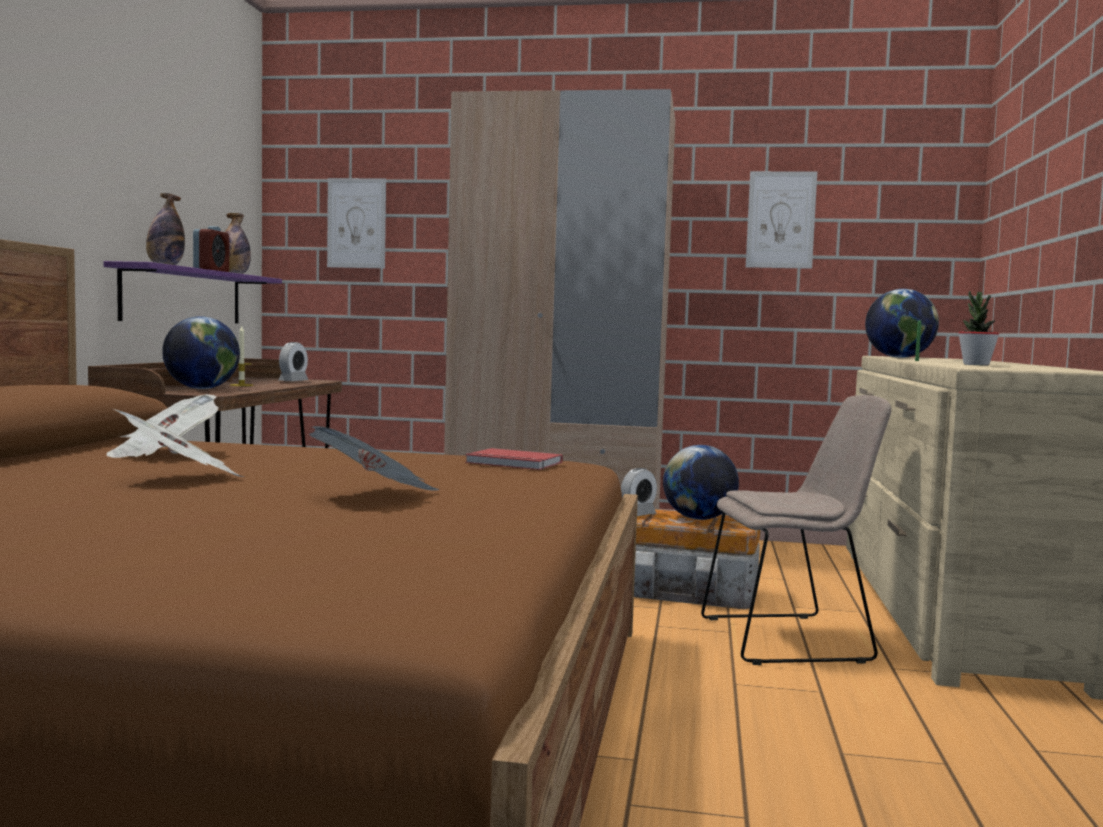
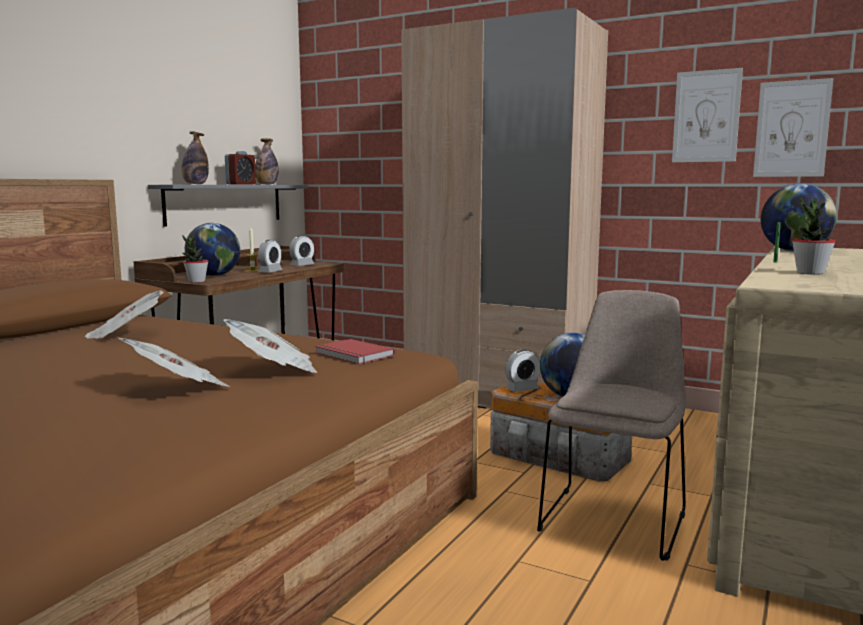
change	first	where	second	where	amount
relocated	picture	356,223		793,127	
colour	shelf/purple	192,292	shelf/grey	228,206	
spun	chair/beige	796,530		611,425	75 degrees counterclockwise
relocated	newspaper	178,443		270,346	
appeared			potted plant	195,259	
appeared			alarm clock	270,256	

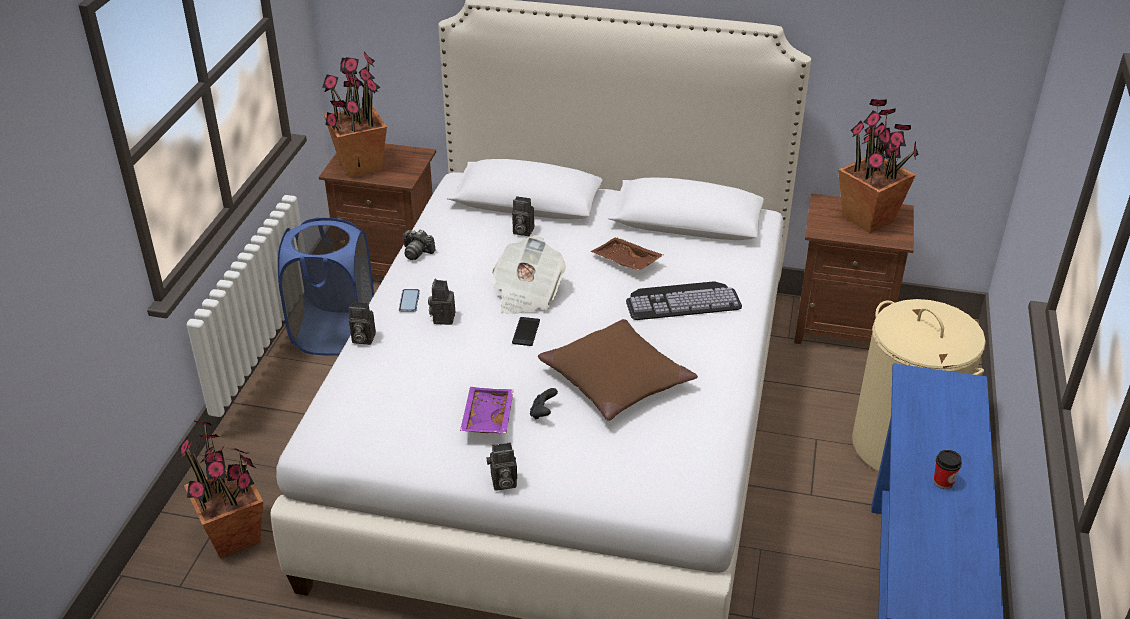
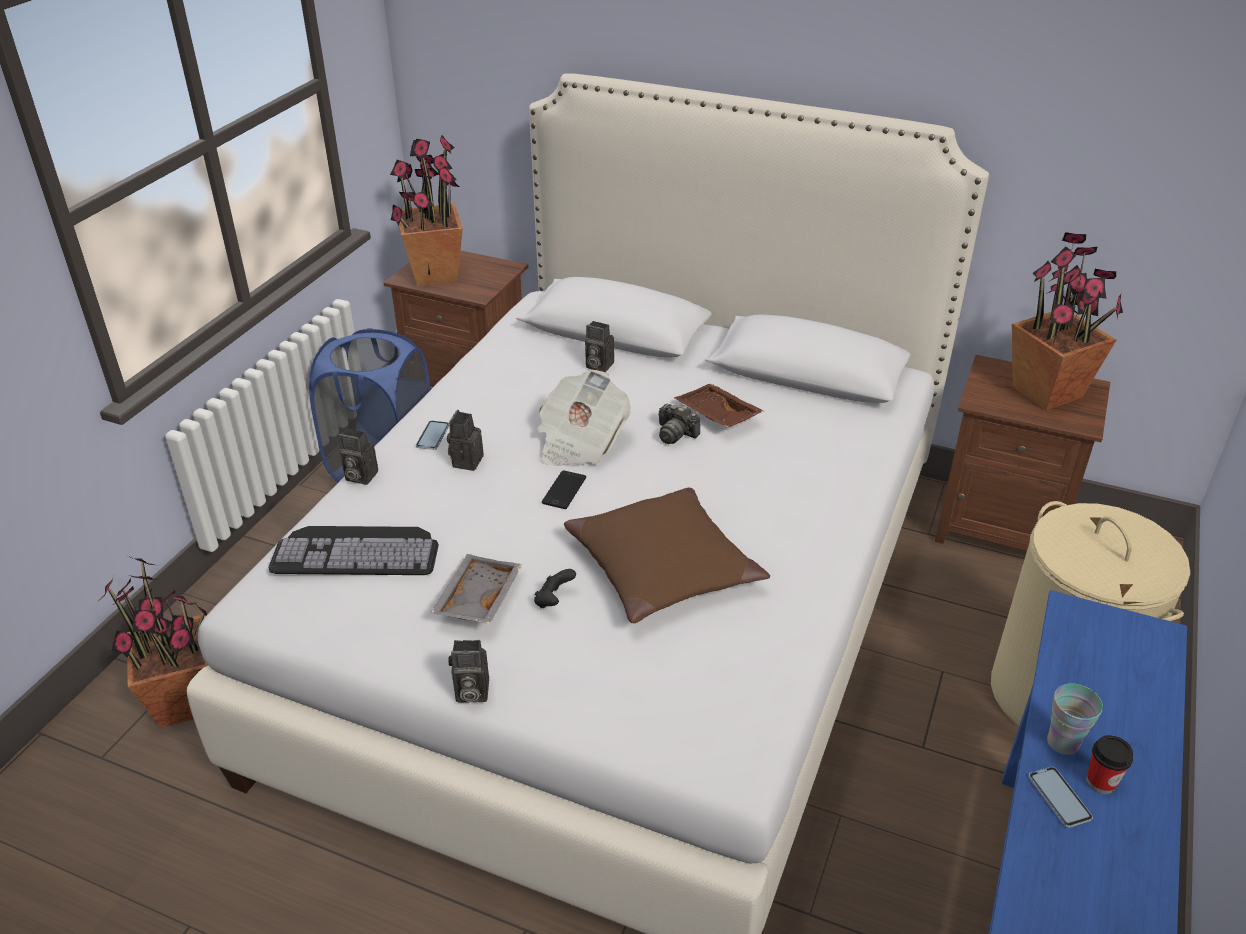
change	first	where	second	where	amount
relocated	photo camera	419,245		679,424	
relocated	keyboard	684,300		353,550	
colour	tray/purple	487,410	tray/grey	476,589	
appeared			cup	1075,719	
appeared			phone	1061,797	

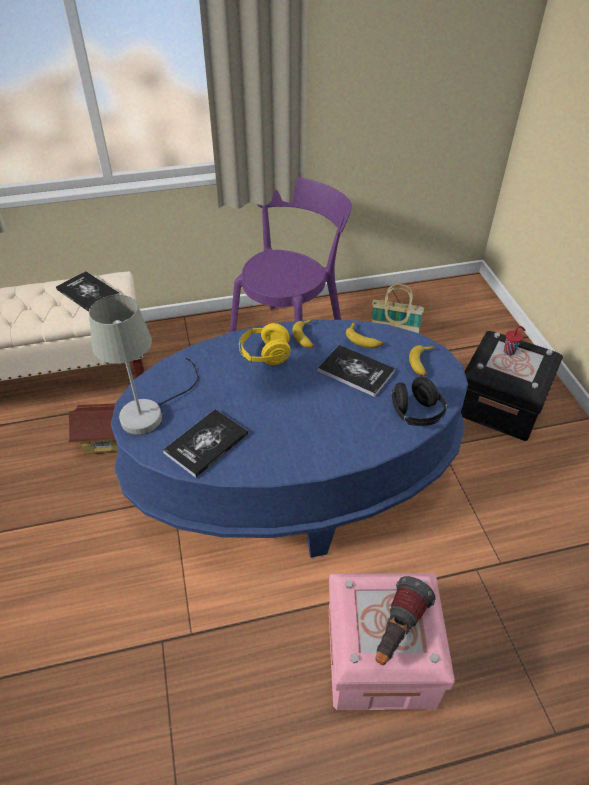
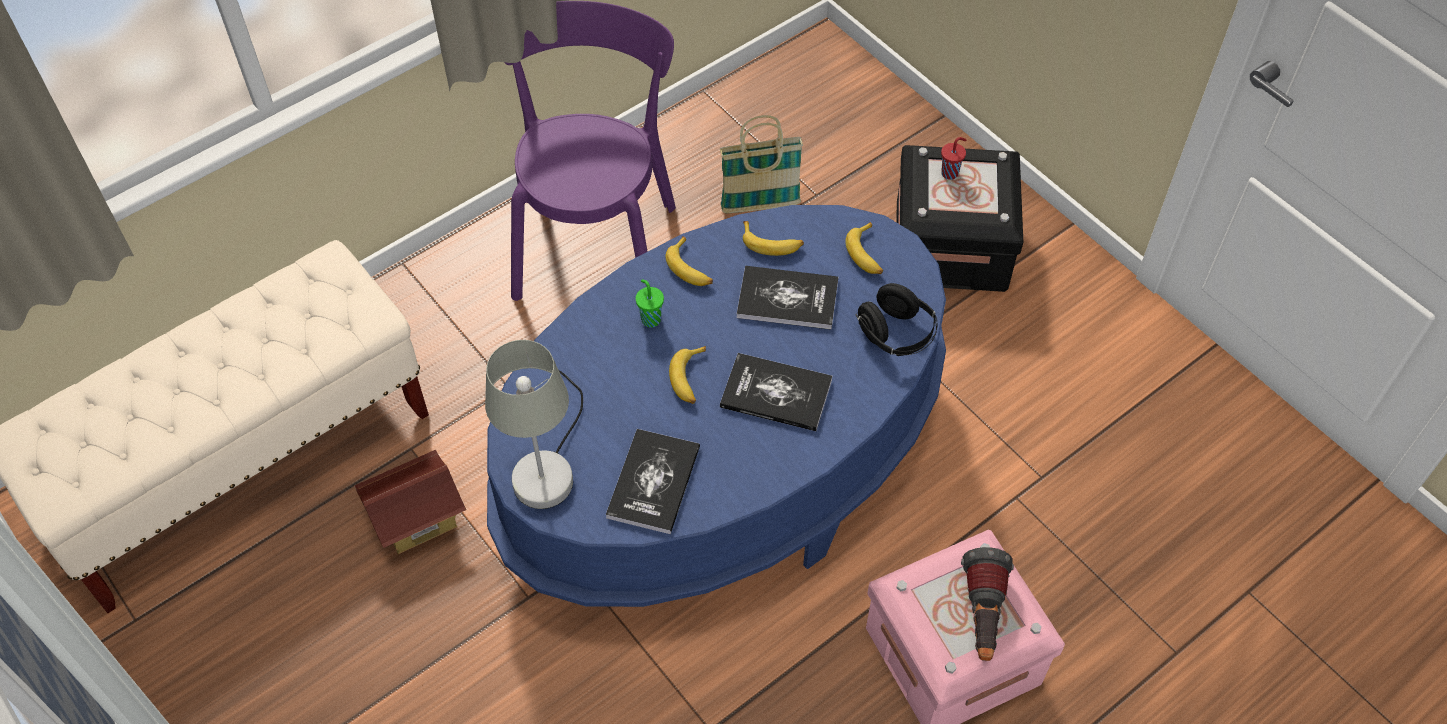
change	first	where	second	where	amount
relocated	book	87,291		776,392	
exchanged	headphones/yellow	265,344	cup/green	650,303	
appeared			banana	687,375	

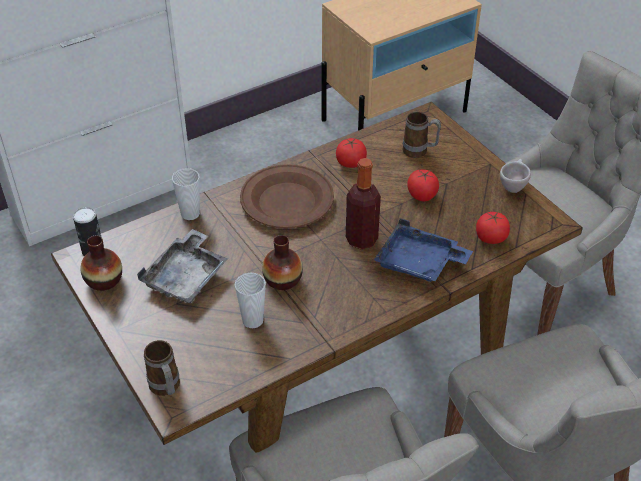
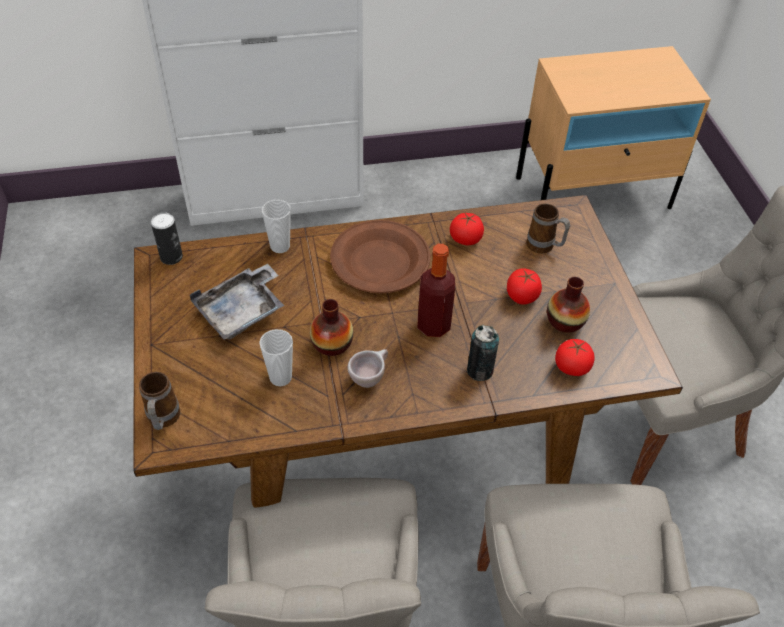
change	first	where	second	where	amount
relocated	cup/beige	515,176		367,368	
exchanged	tray/blue	423,250	can	483,353	
relocated	vase	101,263		568,305	

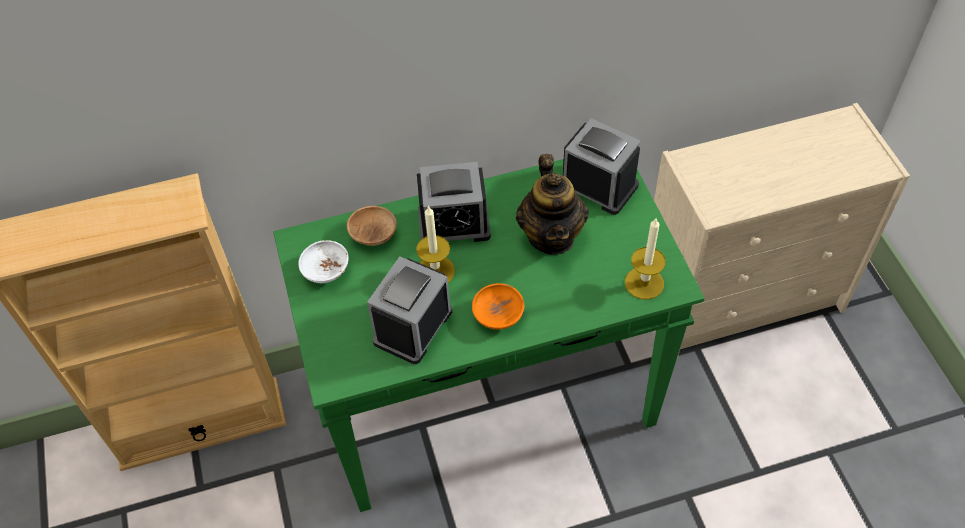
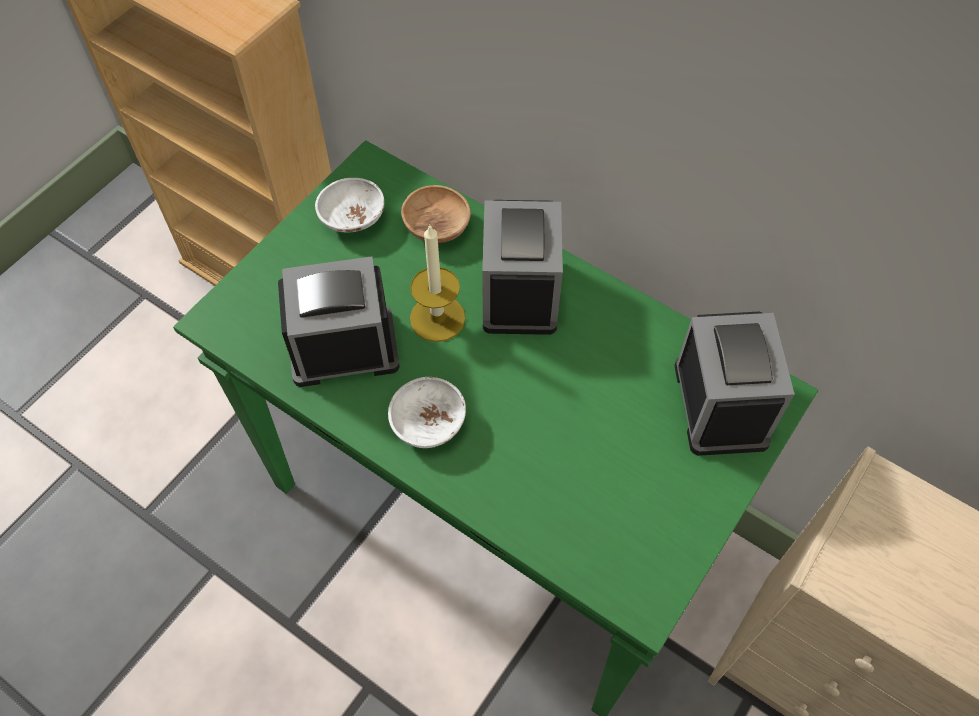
change	first	where	second	where	amount
missing	teapot	552,204			
spun	alarm clock	454,202		522,267	45 degrees clockwise
missing	candle	645,259			
colour	bowl/orange	498,306	bowl/white	427,412	

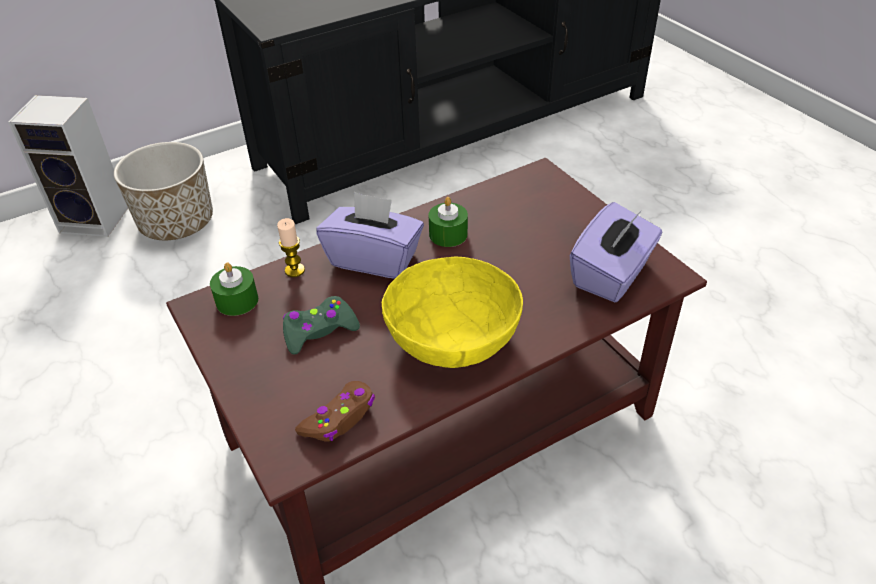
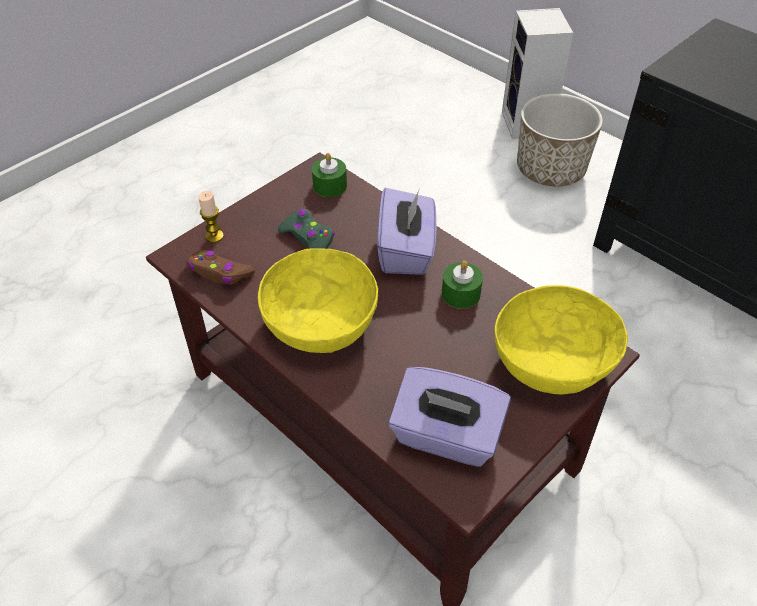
change	first	where	second	where	amount
relocated	candle	291,247		211,217	
appeared			bowl/yellow	561,339	

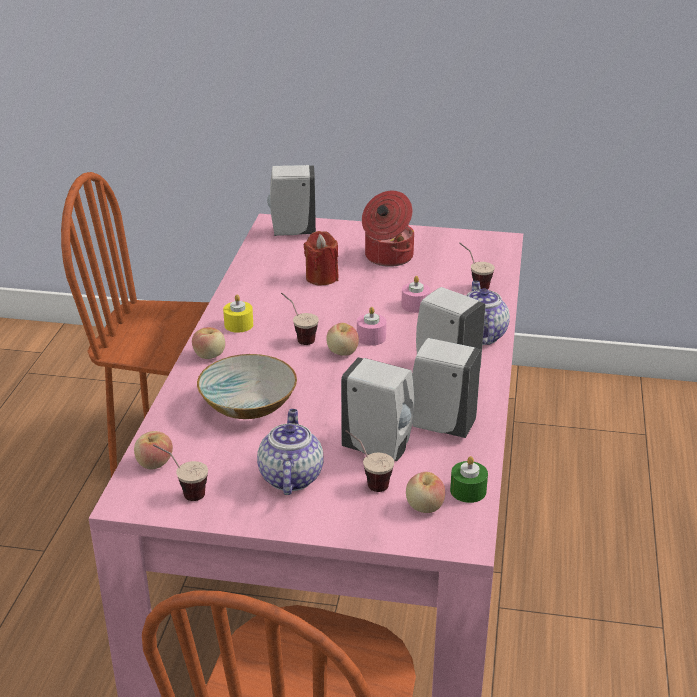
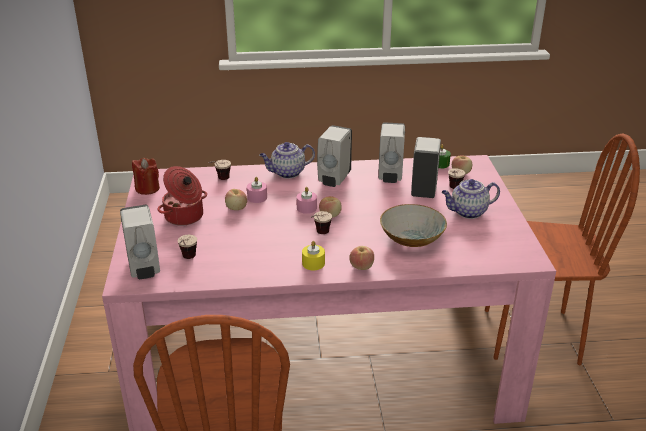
change	first	where	second	where	amount
relocated	candle/red	321,258		146,176	
relocated	apple	153,450		236,199	
relocated	cup	180,473		187,247	

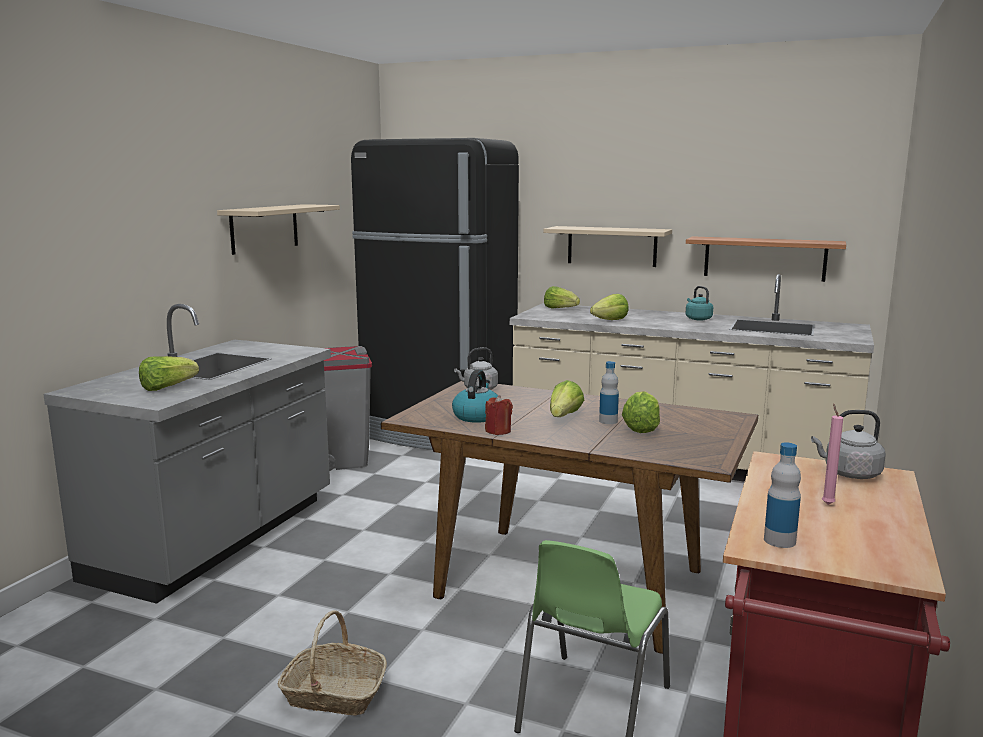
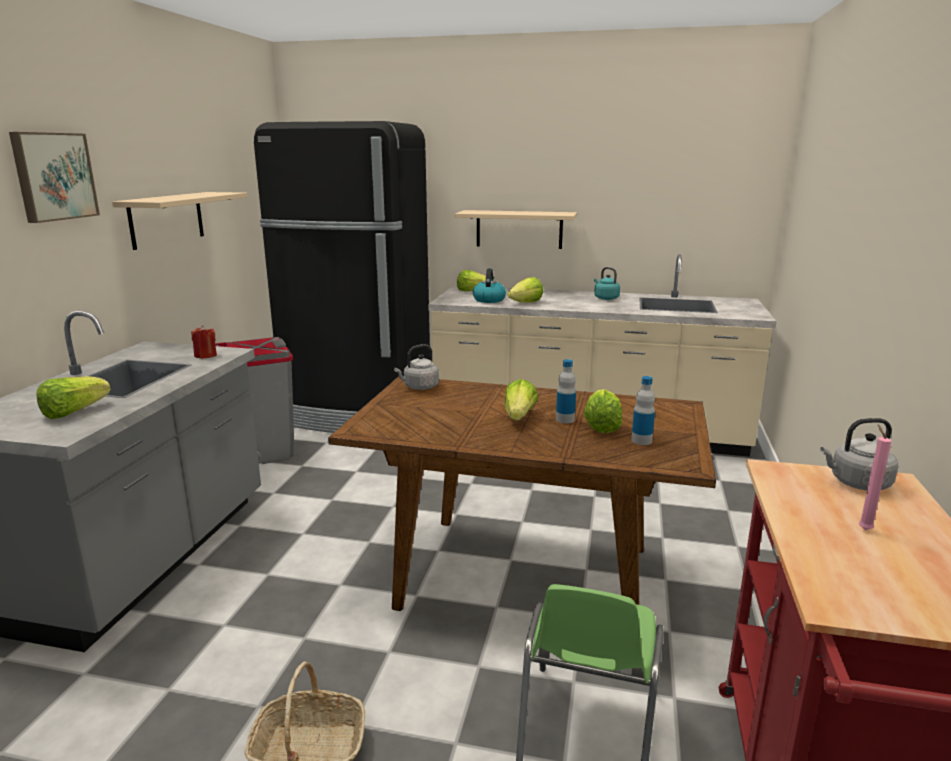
change	first	where	second	where	amount
missing	shelf	766,259			
relocated	kettle	475,396		489,285	
relocated	candle/red	499,415		204,342	
relocated	bottle	782,495		643,410	
appeared			picture	54,177	

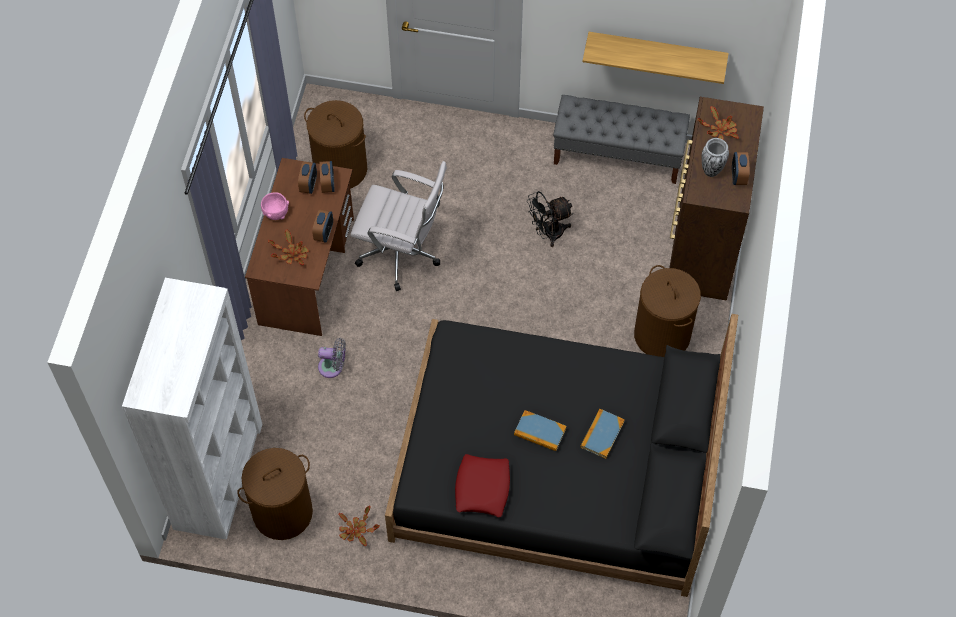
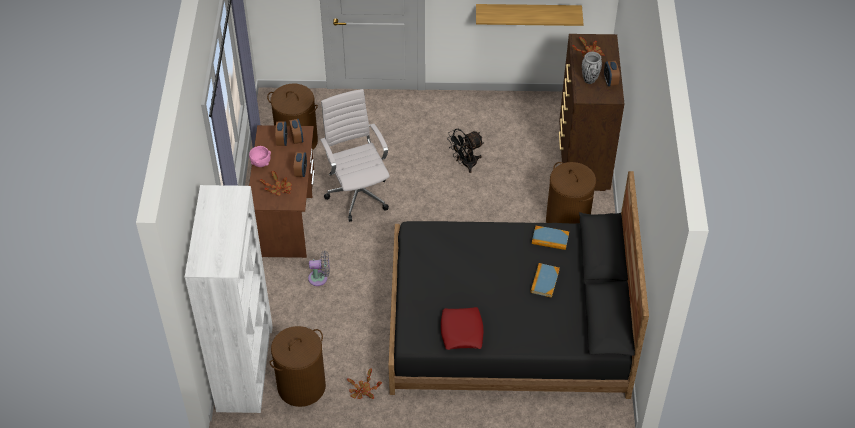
change	first	where	second	where	amount
missing	bench/grey	621,139			
spun	office chair/white	399,226		355,155	120 degrees counterclockwise
relocated	book	540,430		550,238	

